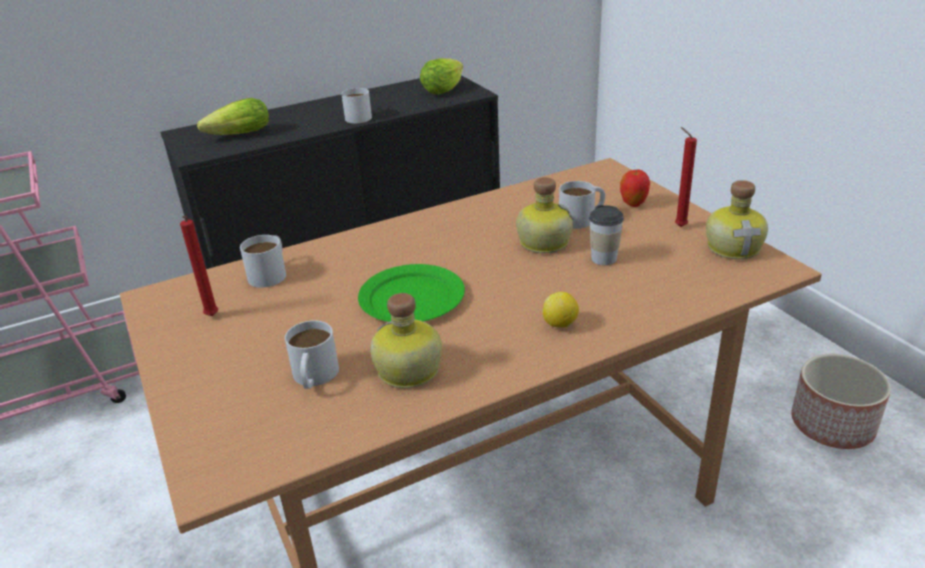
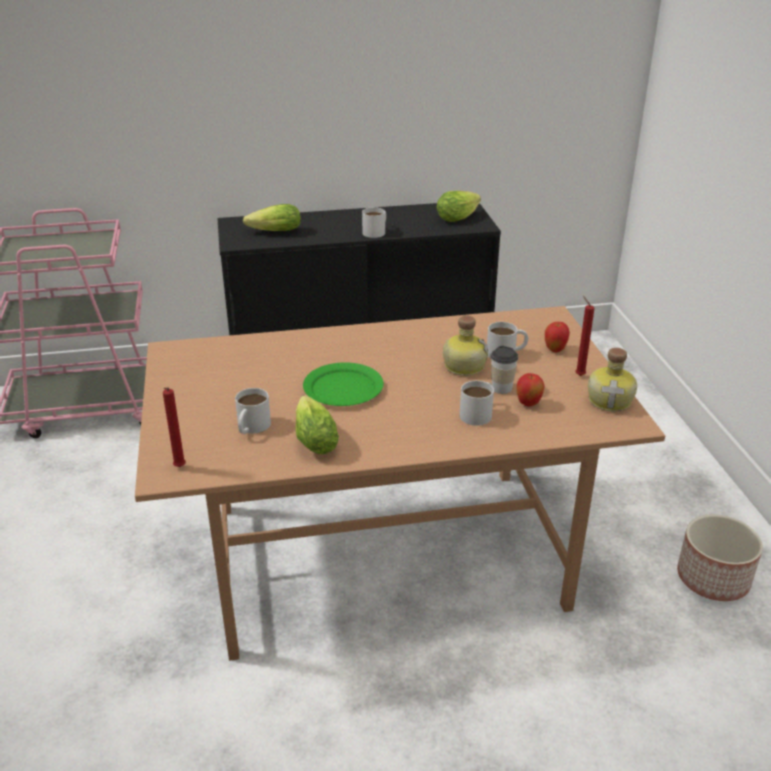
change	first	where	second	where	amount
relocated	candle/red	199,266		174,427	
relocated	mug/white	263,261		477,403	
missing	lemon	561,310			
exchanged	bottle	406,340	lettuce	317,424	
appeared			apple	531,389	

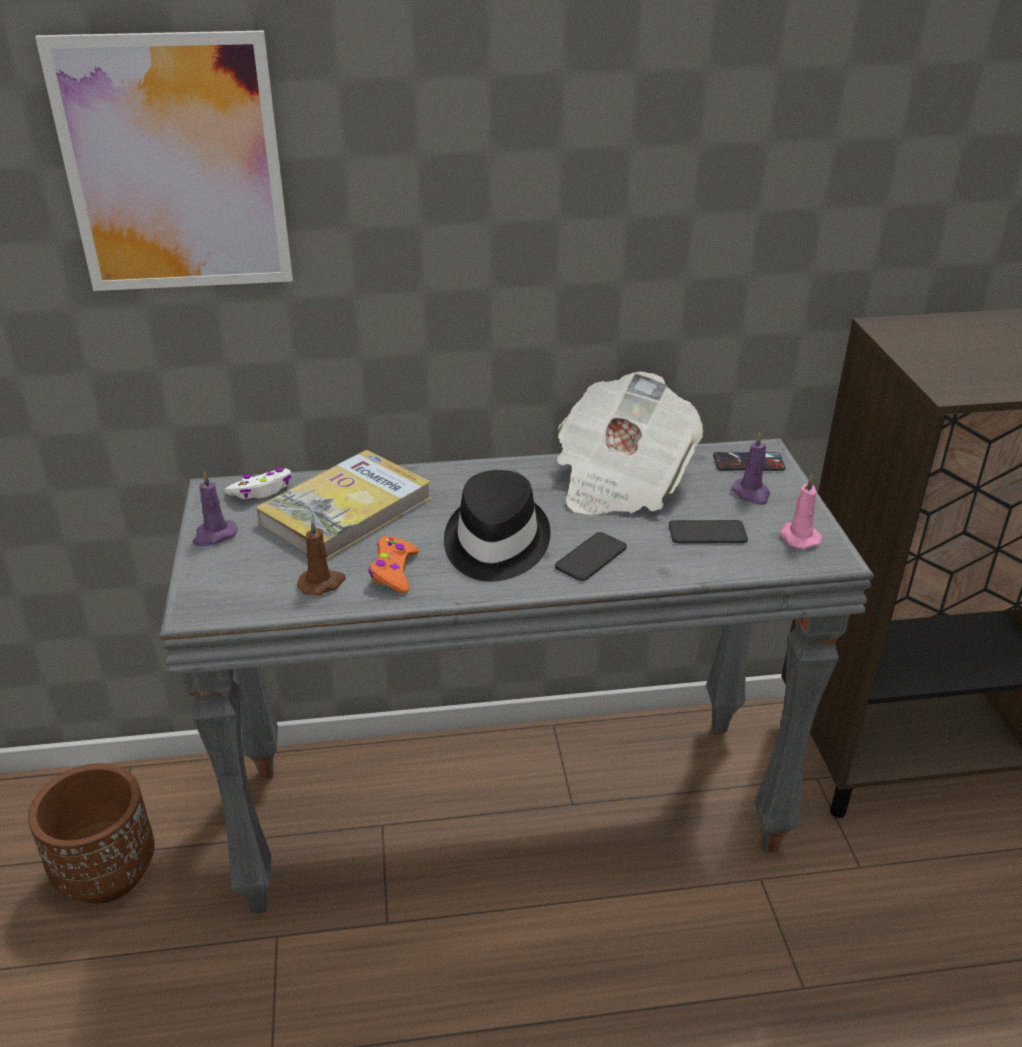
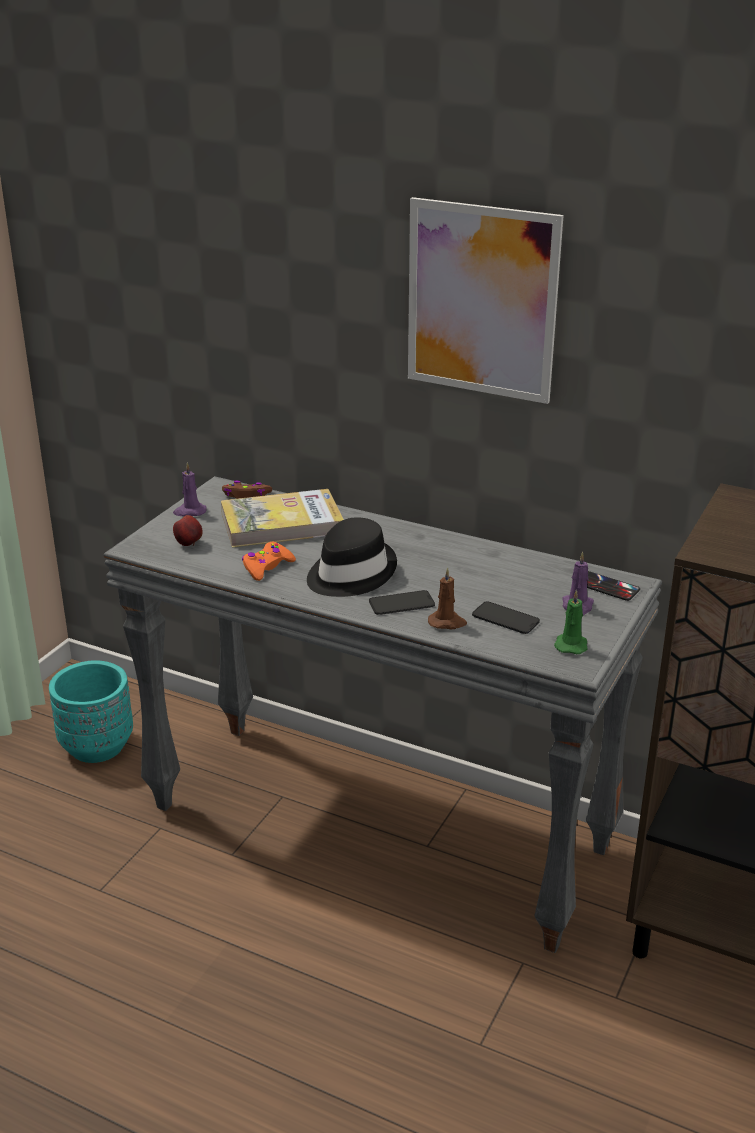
change	first	where	second	where	amount
relocated	picture	164,161		486,300	
missing	newspaper	630,443			
colour	game controller/white	258,483	game controller/brown	247,490	
colour	candle/pink	801,512	candle/green	570,621	
relocated	candle/brown	321,556		447,598	
colour	planter/brown	91,833	planter/turquoise	91,711	
appeared			apple	188,530	

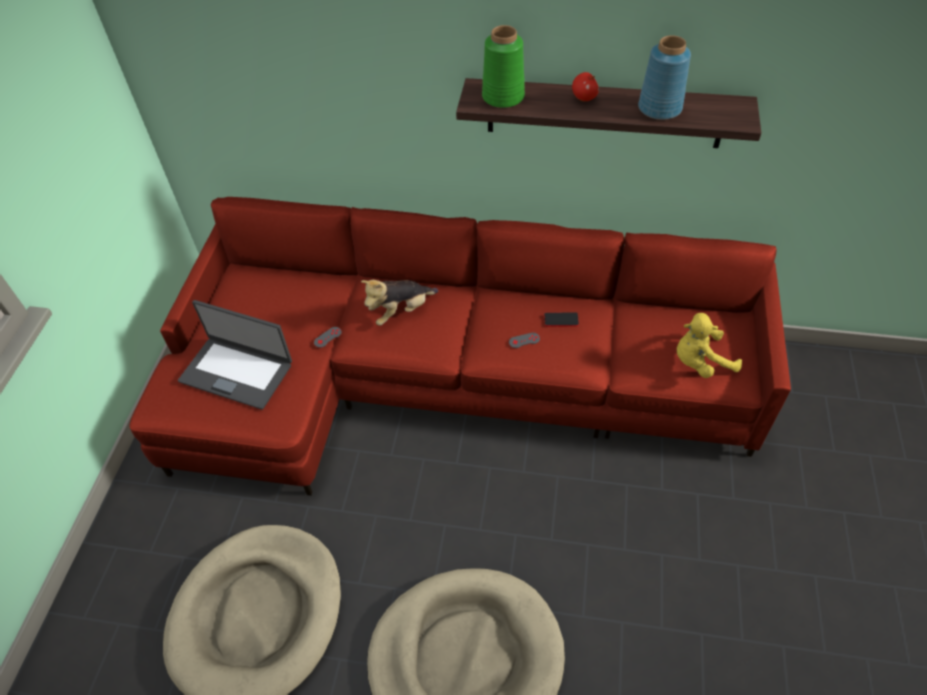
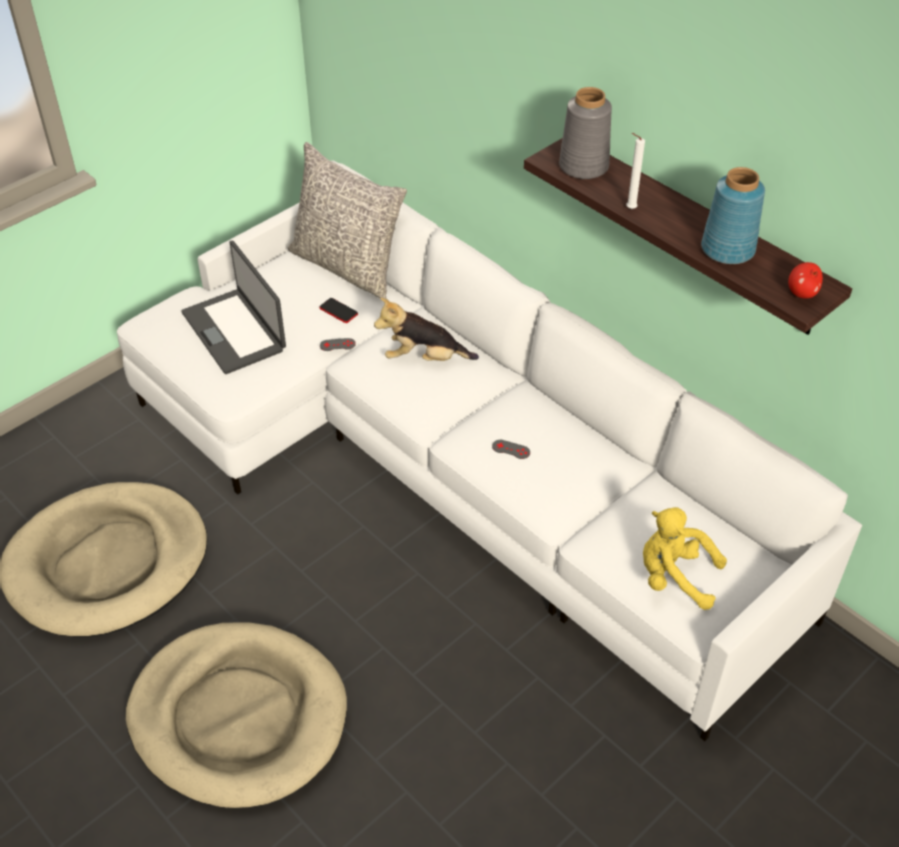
change	first	where	second	where	amount
colour	vase/green	503,66	vase/grey	585,133	
relocated	apple	585,86		805,280	
colour	sofa/red	460,346	sofa/white	489,451	
relocated	phone	561,319		338,310	
appeared			candle/white	635,171	
appeared			pillow/grey	347,220	

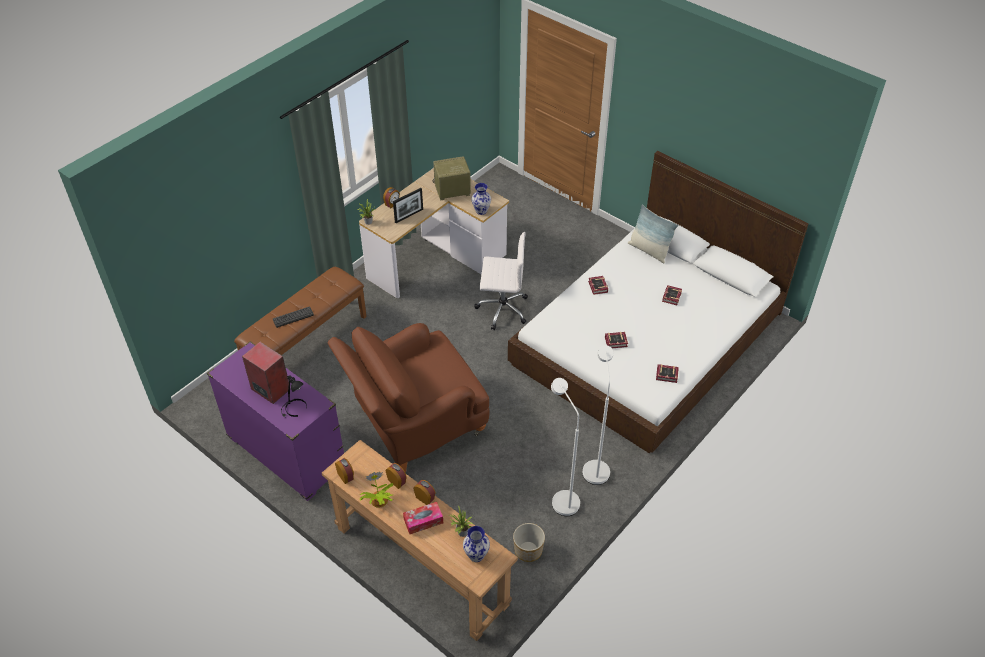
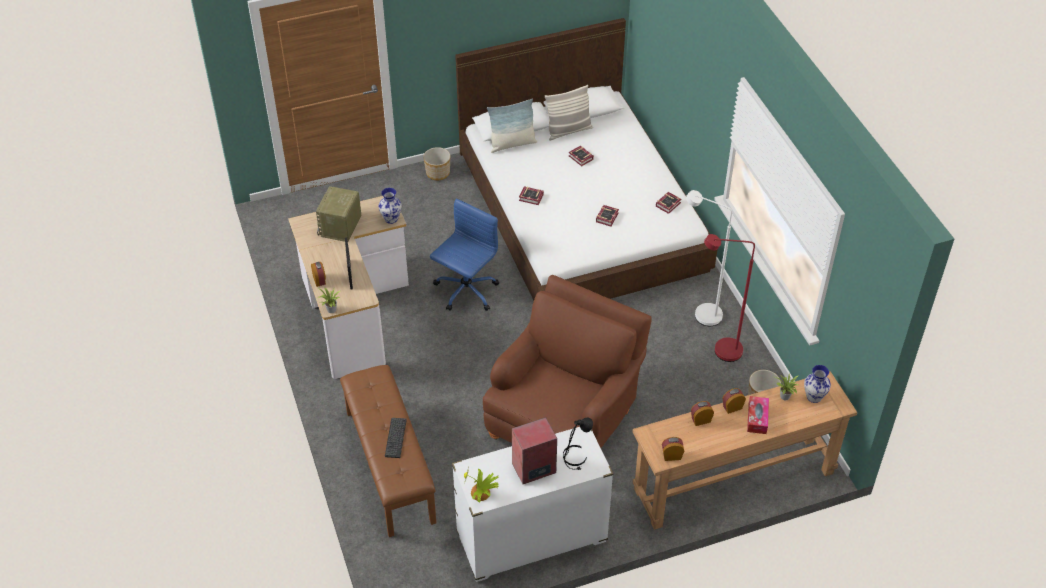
change	first	where	second	where	amount
colour	office chair/white	501,281	office chair/blue	464,255	
spun	armchair/brown	409,397		567,361	150 degrees counterclockwise
colour	dresser/purple	275,421	dresser/white	532,504	
colour	floor lamp/white	565,447	floor lamp/red	729,298	
relocated	potted plant	376,490		481,485	
appeared			pillow	569,113	
appeared			planter	437,163	

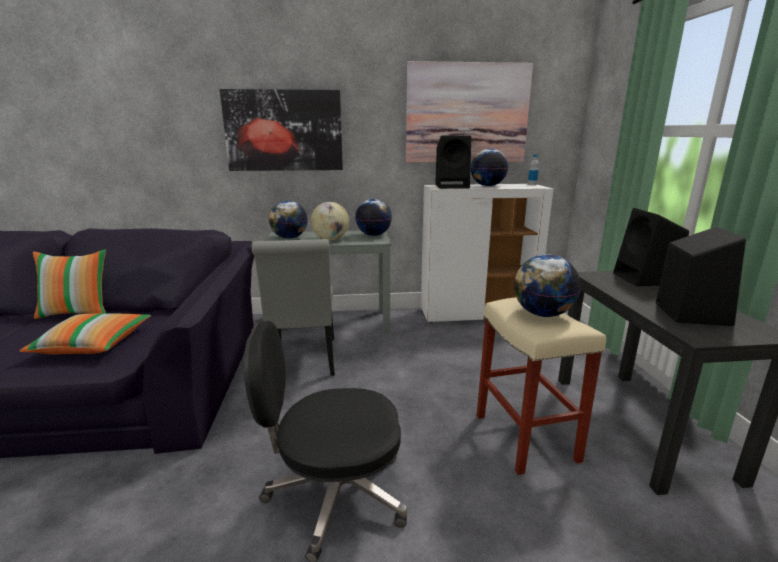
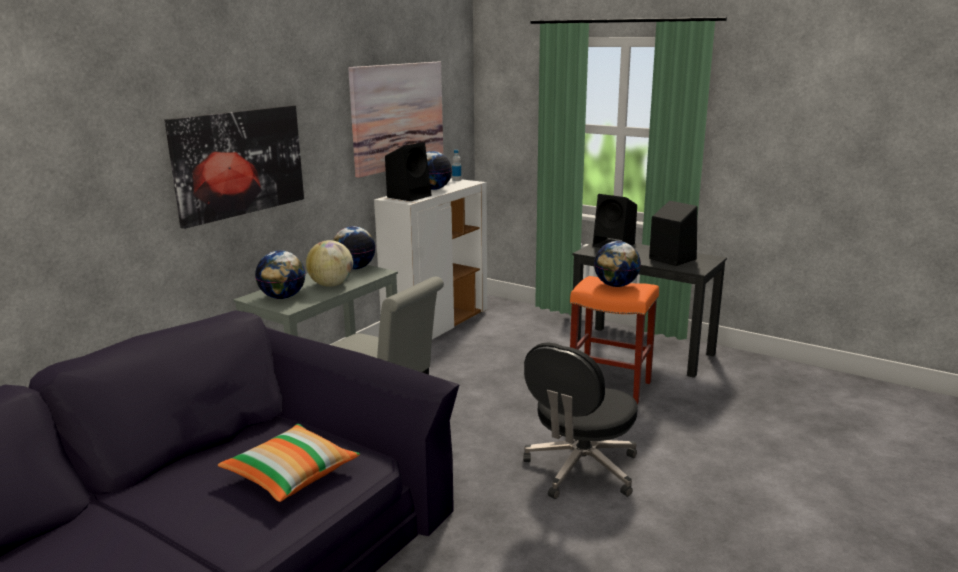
change	first	where	second	where	amount
missing	pillow	69,284			
colour	stool/beige	541,386	stool/orange	614,340	

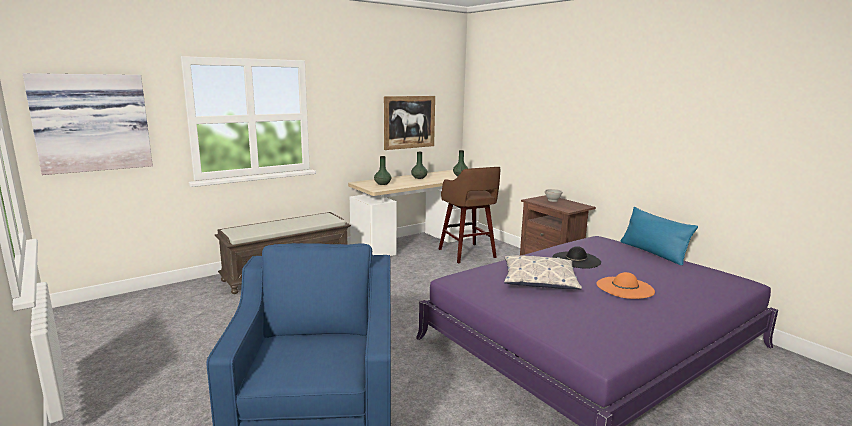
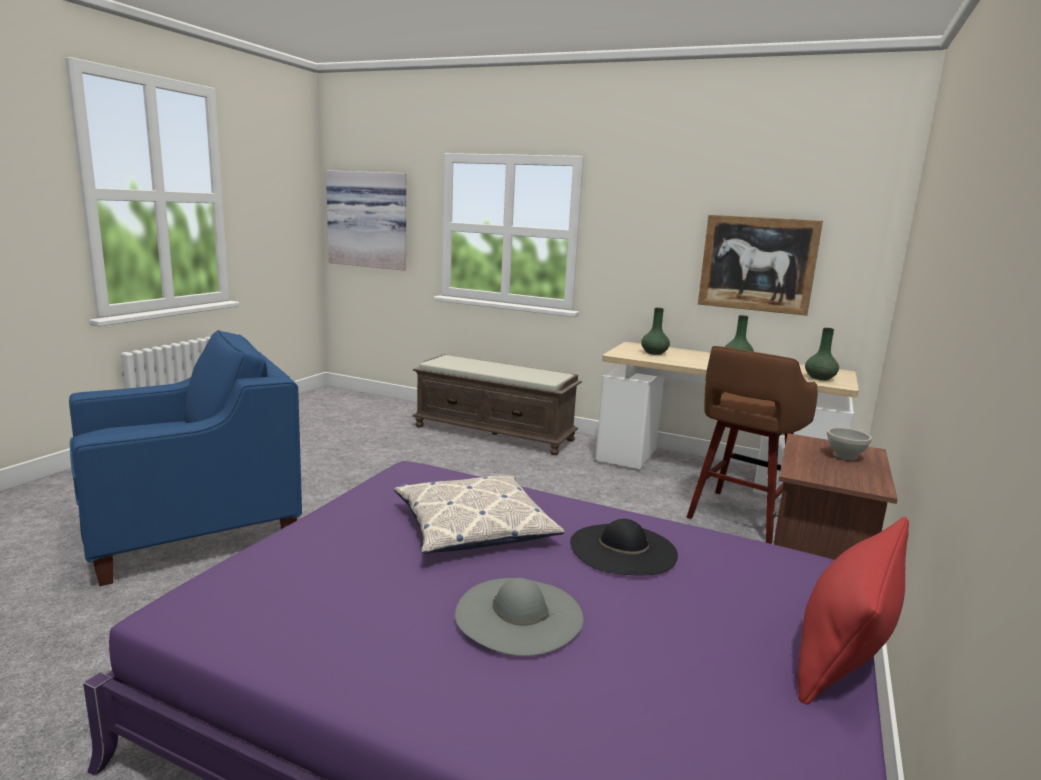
change	first	where	second	where	amount
colour	pillow/blue	659,236	pillow/red	853,611	
colour	hat/orange	625,285	hat/grey	519,617	

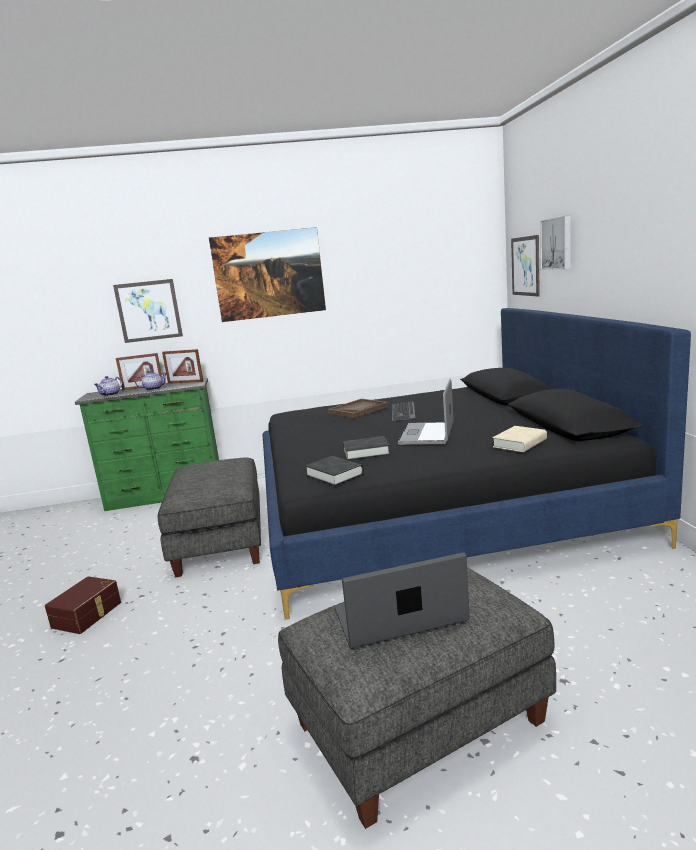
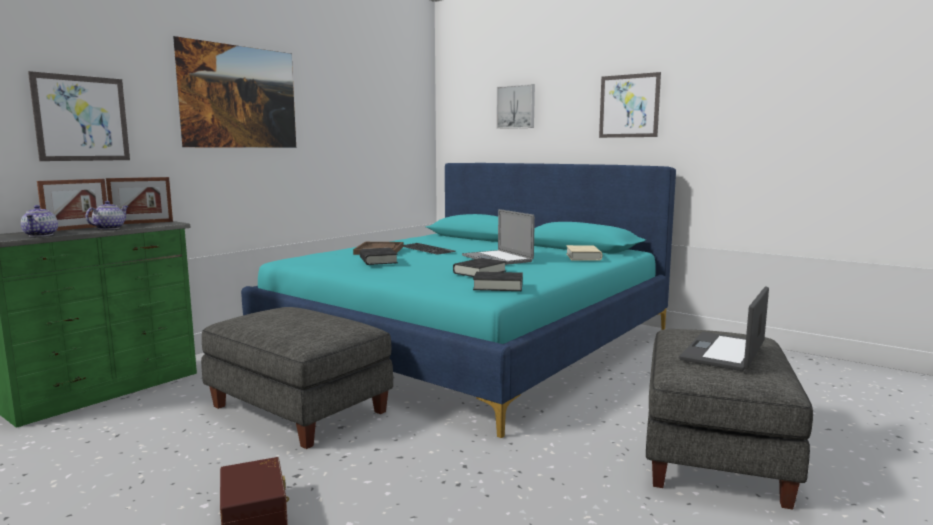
change	first	where	second	where	amount
relocated	picture	525,265		630,105	
colour	bed/black	477,464	bed/turquoise	458,300	
appeared			book/black	379,256	

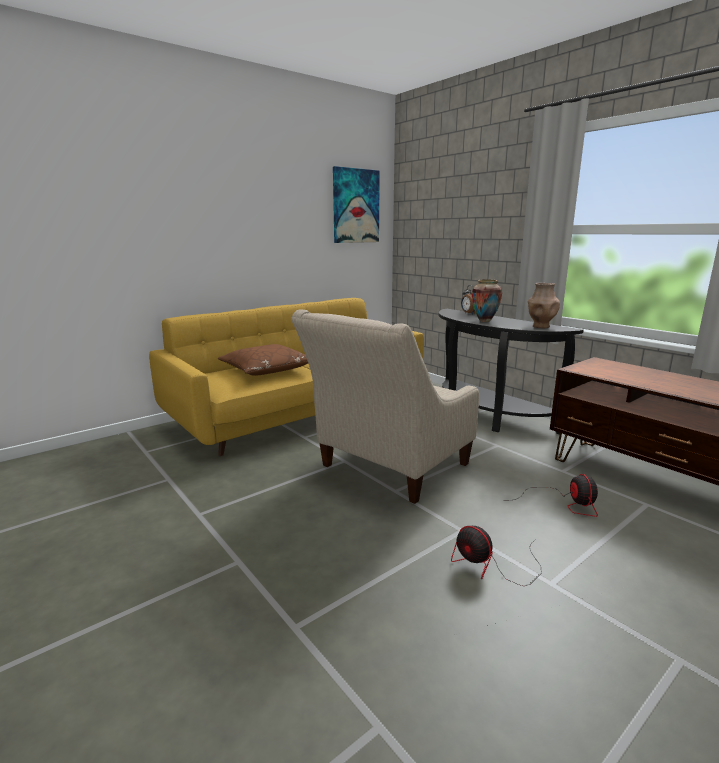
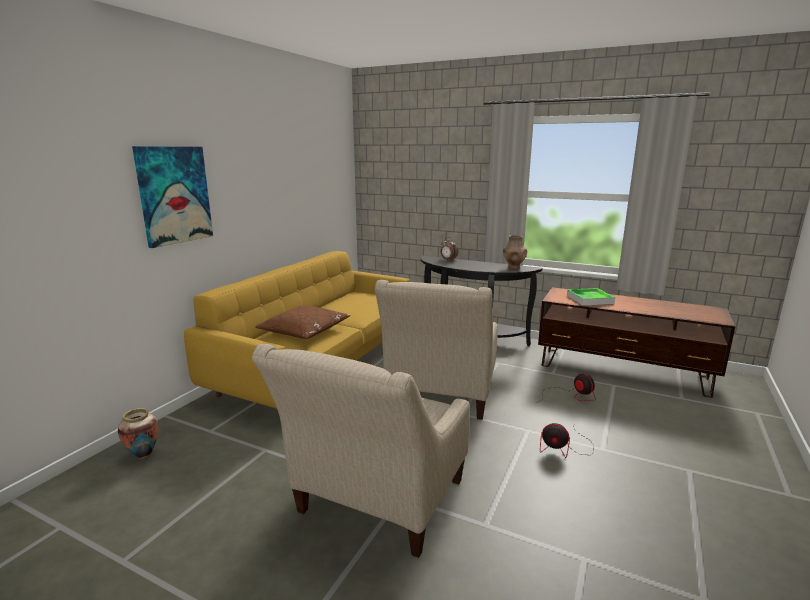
change	first	where	second	where	amount
relocated	picture	356,204		172,197	
relocated	vase	487,300		138,433	
appeared			tray	591,297	
appeared			armchair/beige	361,451	

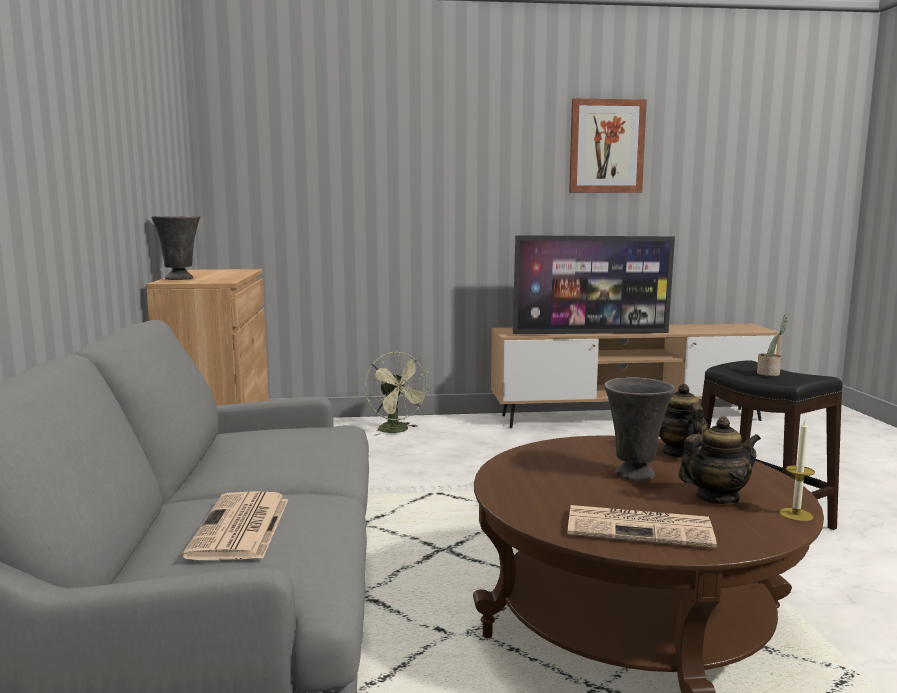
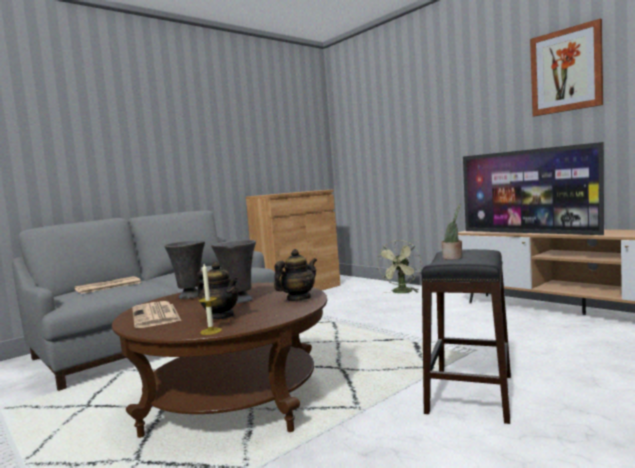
change	first	where	second	where	amount
relocated	vase/grey	175,248		184,269	

